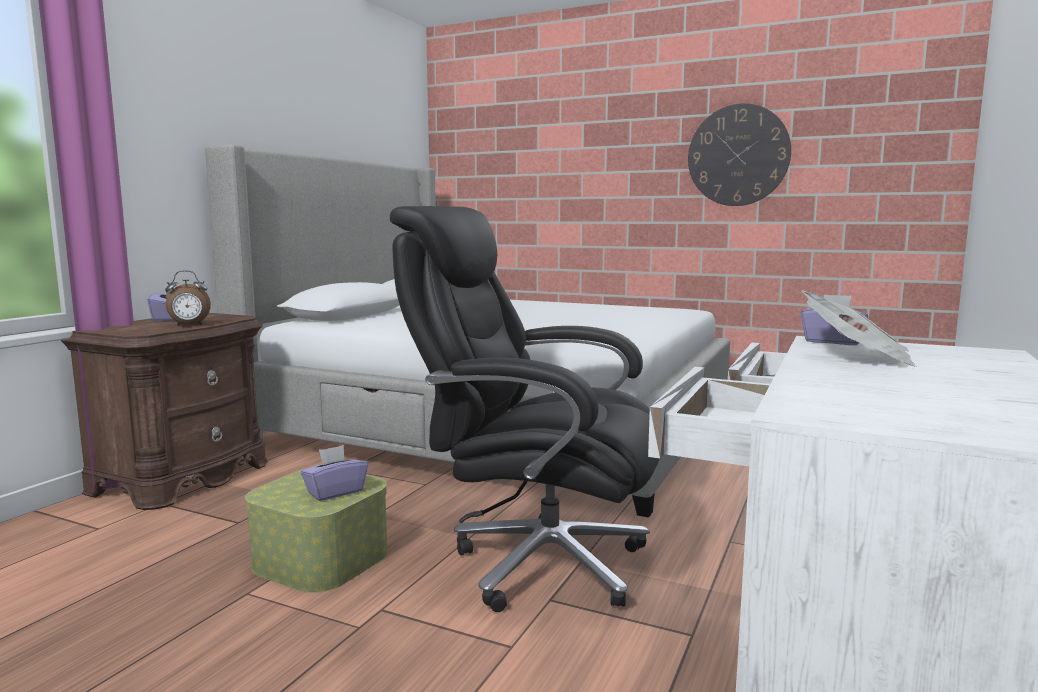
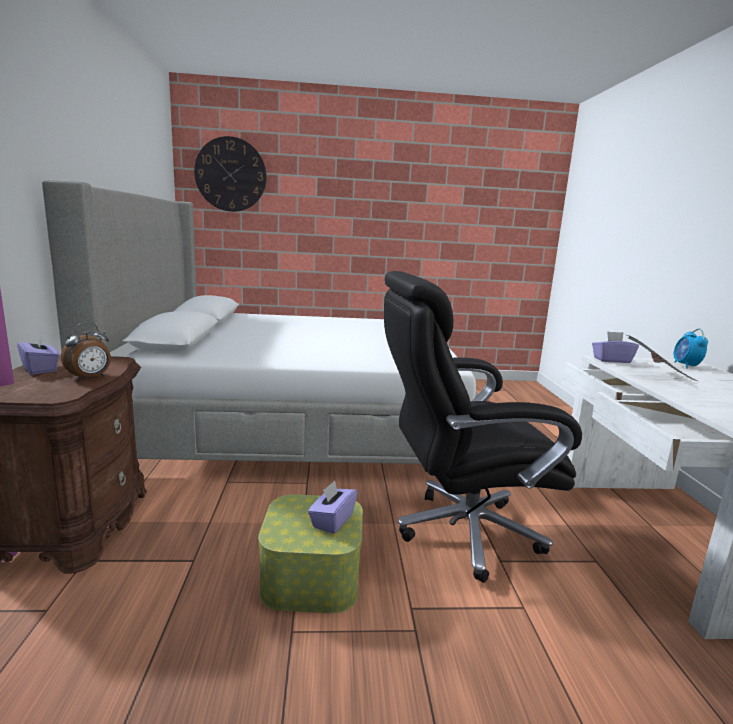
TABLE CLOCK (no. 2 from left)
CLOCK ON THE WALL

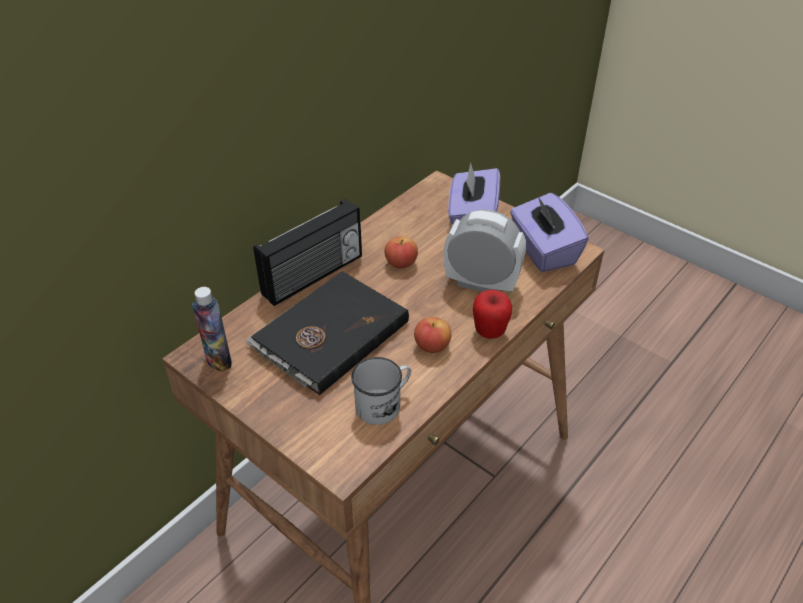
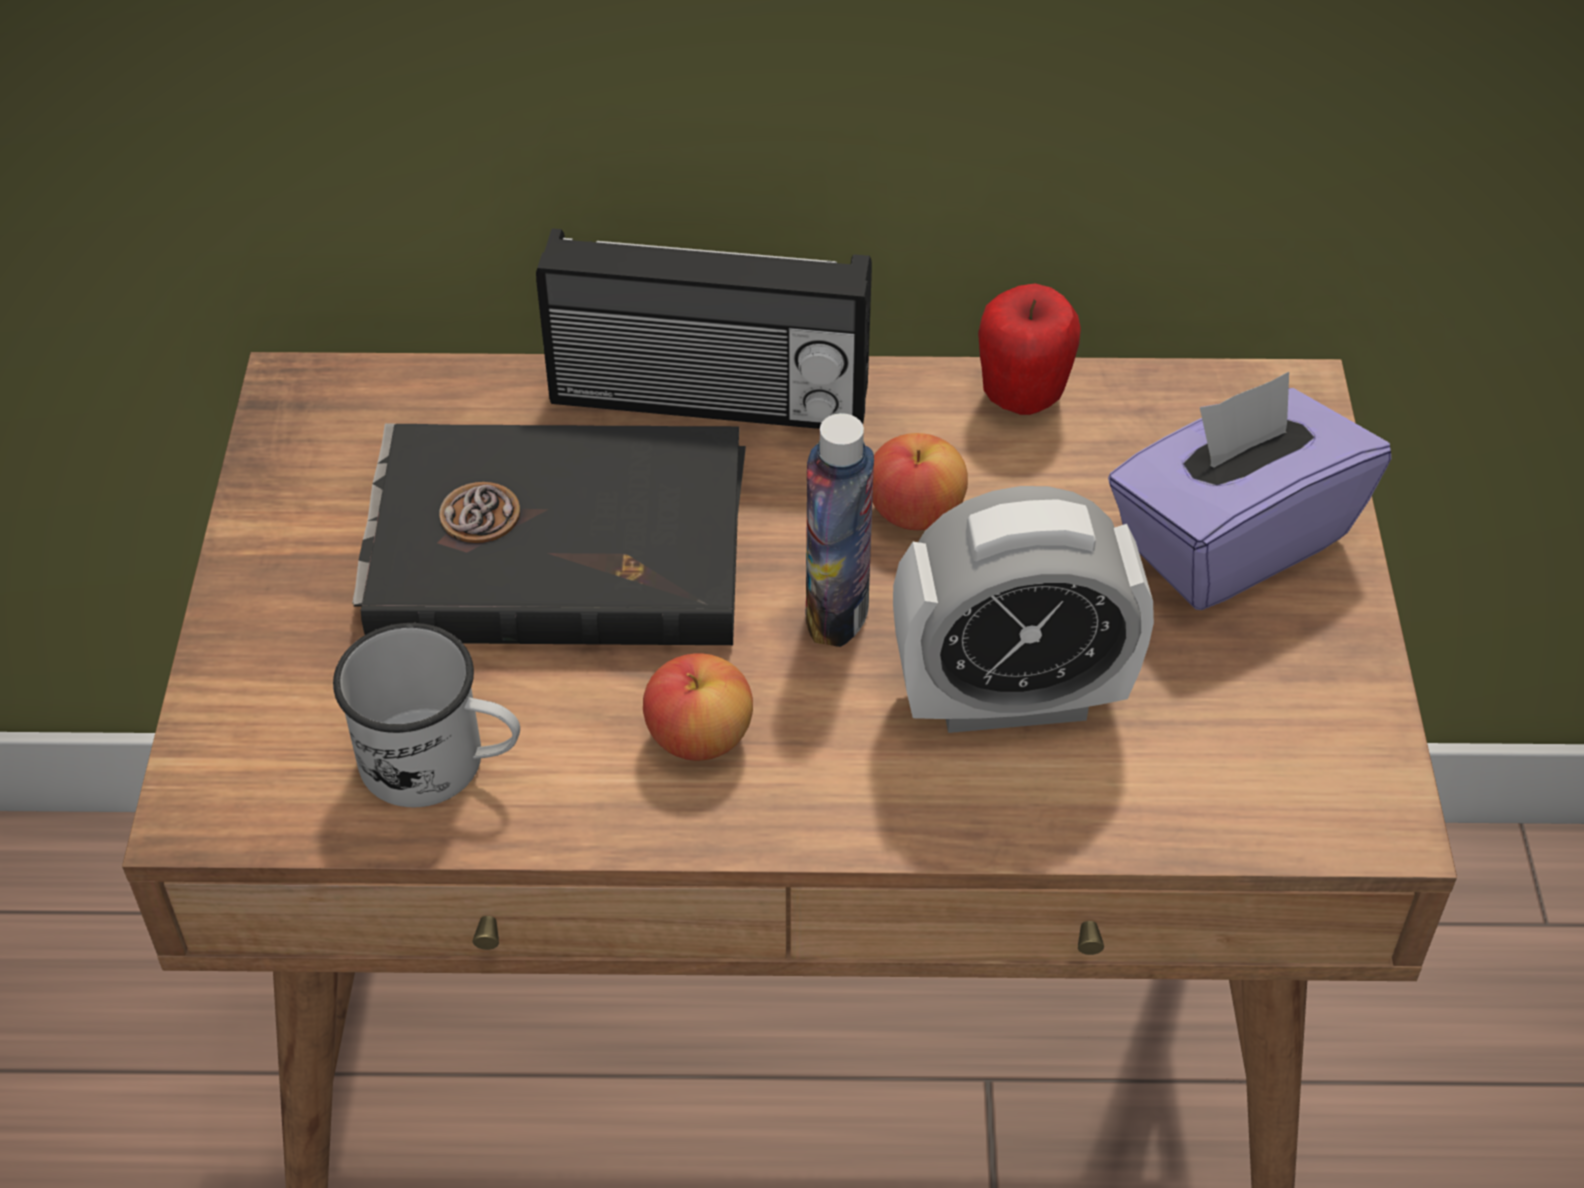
PURPLE TISSUE HOLDER (no. 2 from left in the first image)
BEVERAGE BOTTLE
APPLE FRUIT (no. 3 from left)
TABLE CLOCK

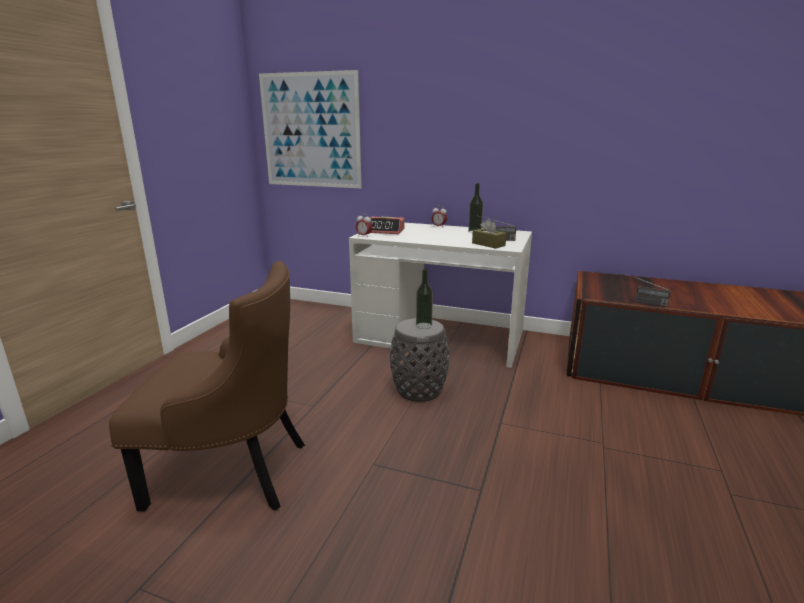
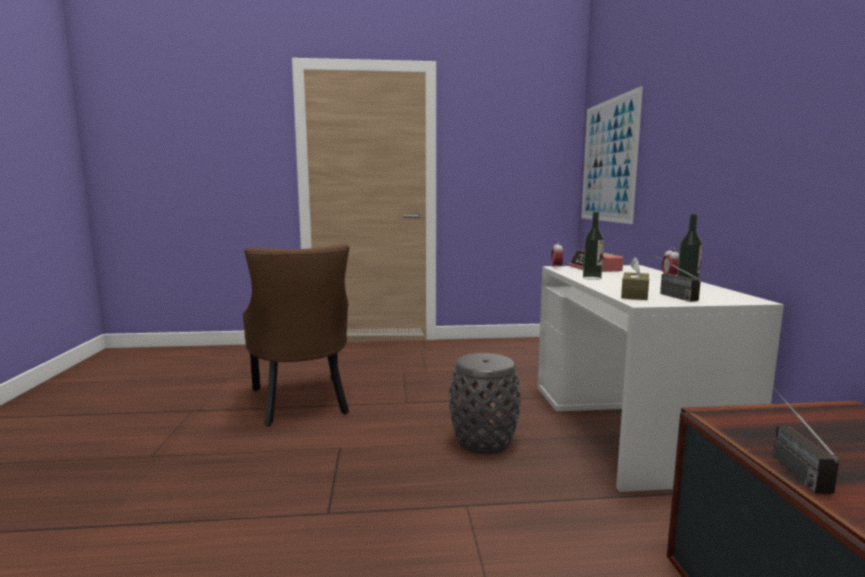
BEVERAGE BOTTLE (no. 1 from left)

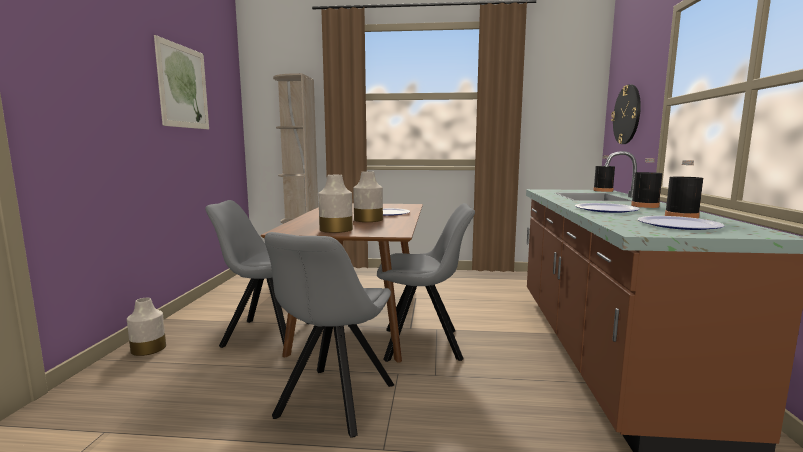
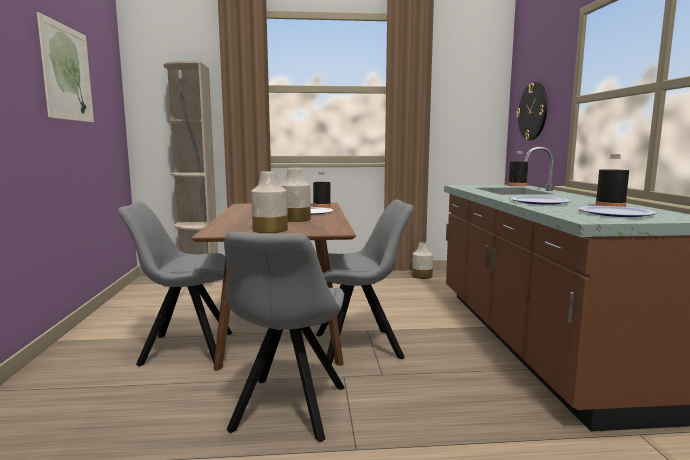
BEIGE-COLOURED VASE (no. 3 from left)
BLACK-COLOURED BEVERAGE BOTTLE (no. 1 from left)

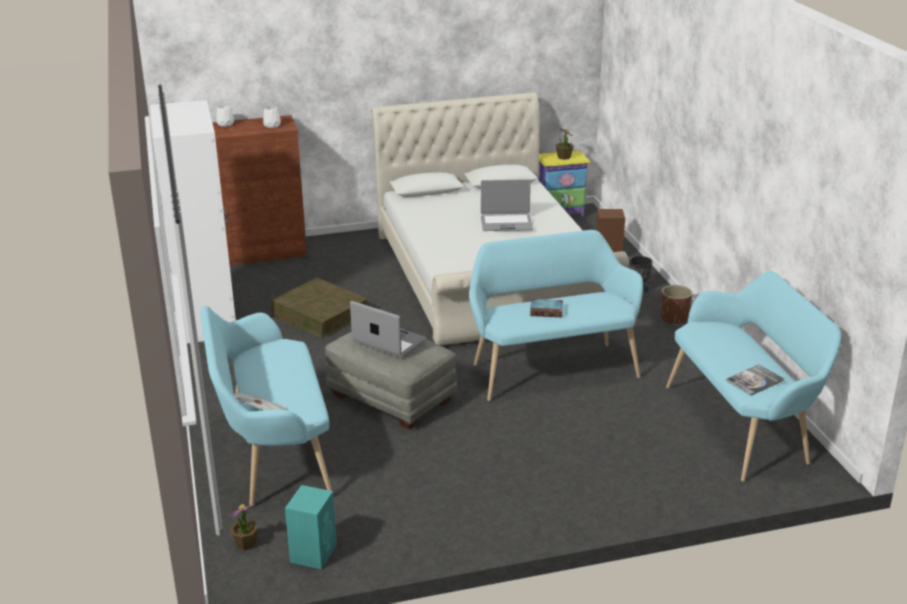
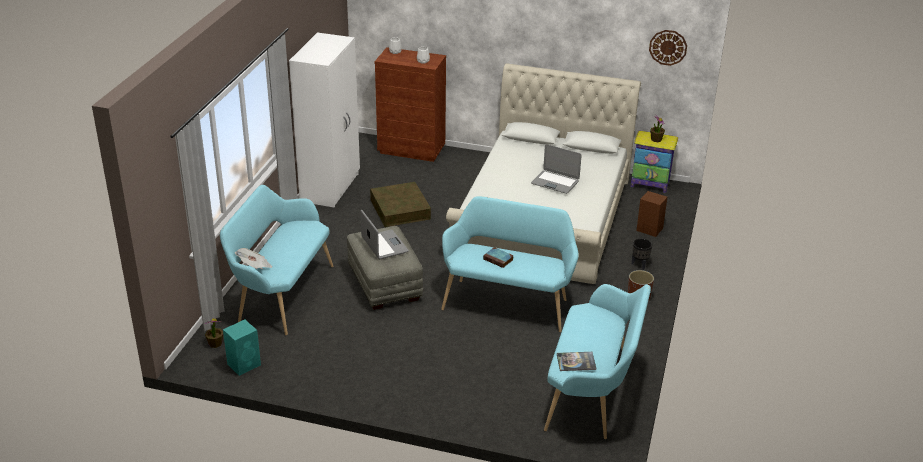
CLOCK ON THE WALL

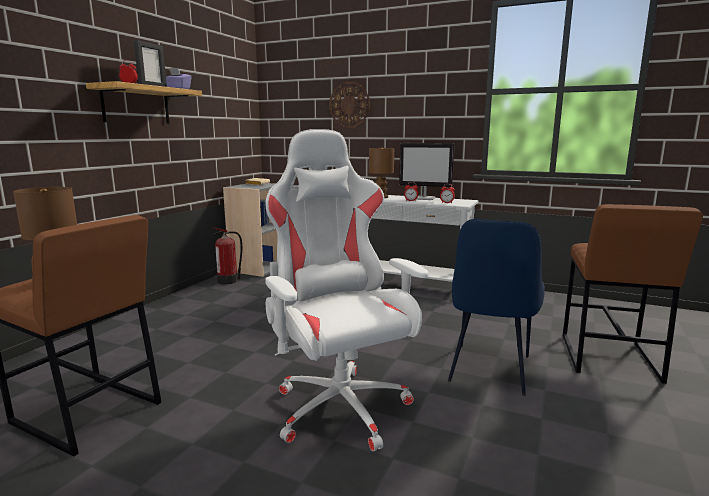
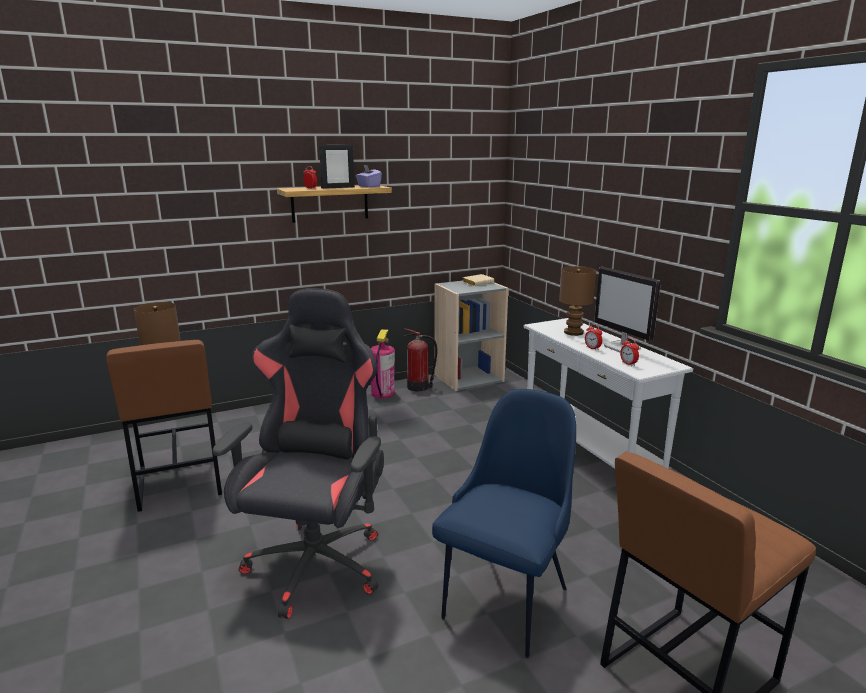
CLOCK ON THE WALL
FIRE-FIGHTING CYLINDER (no. 1 from left)
BLACK-COLOURED DESK CHAIR
BLUISH CHAIR

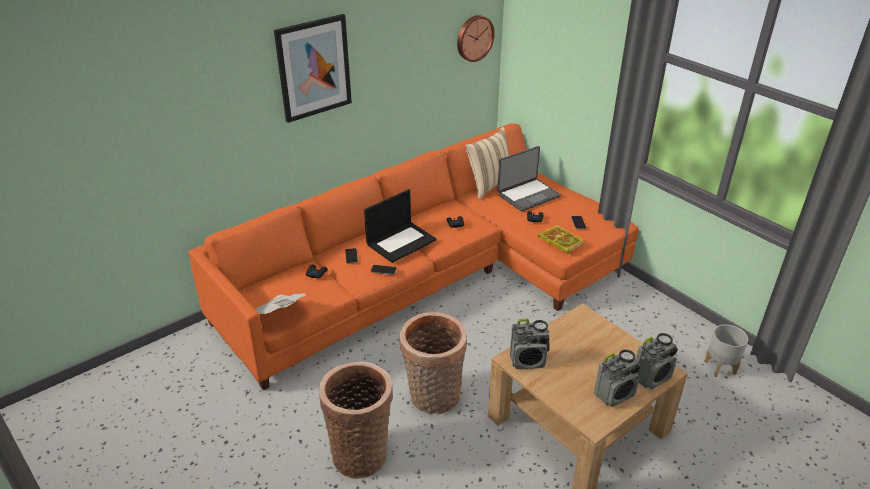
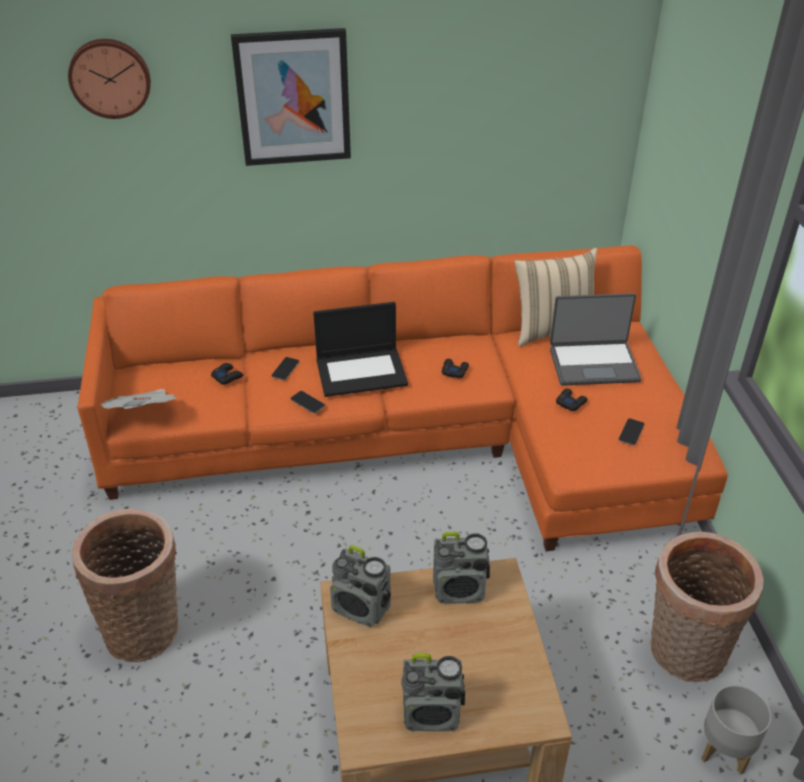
BOUND BOOK
HOUSEHOLD BASKET (no. 2 from left)
CLOCK ON THE WALL
RADIO RECEIVER (no. 3 from left)

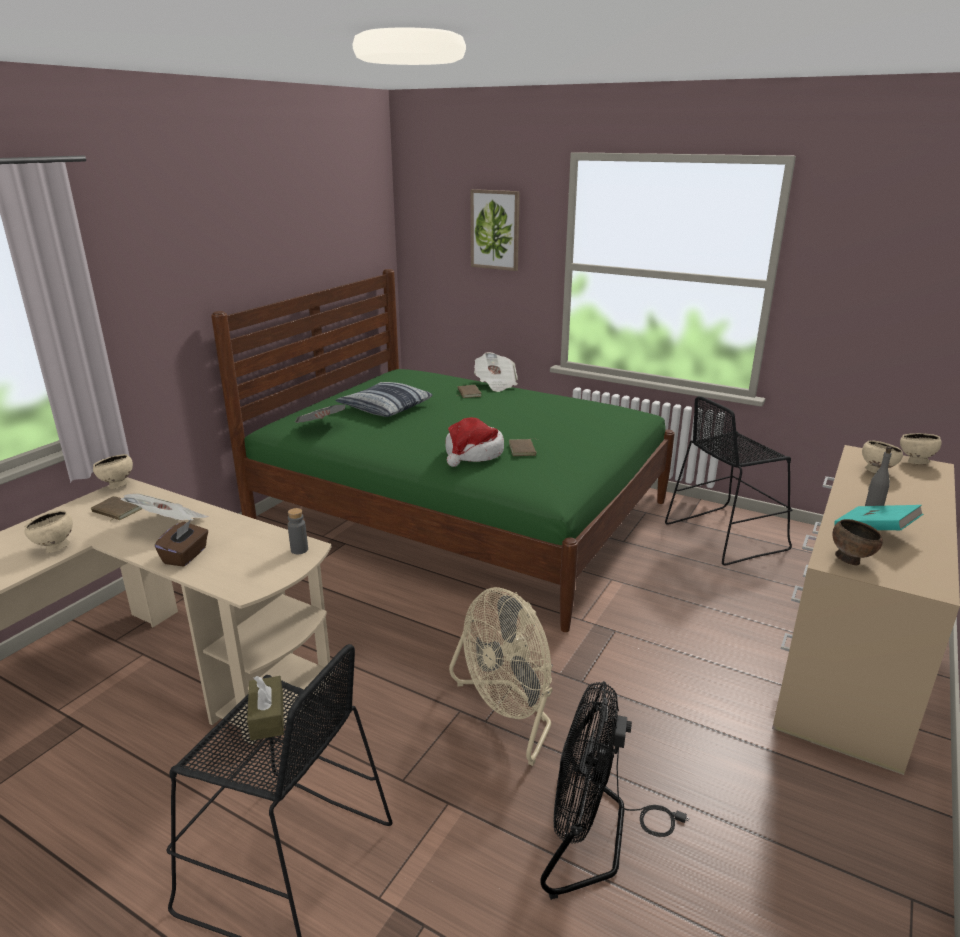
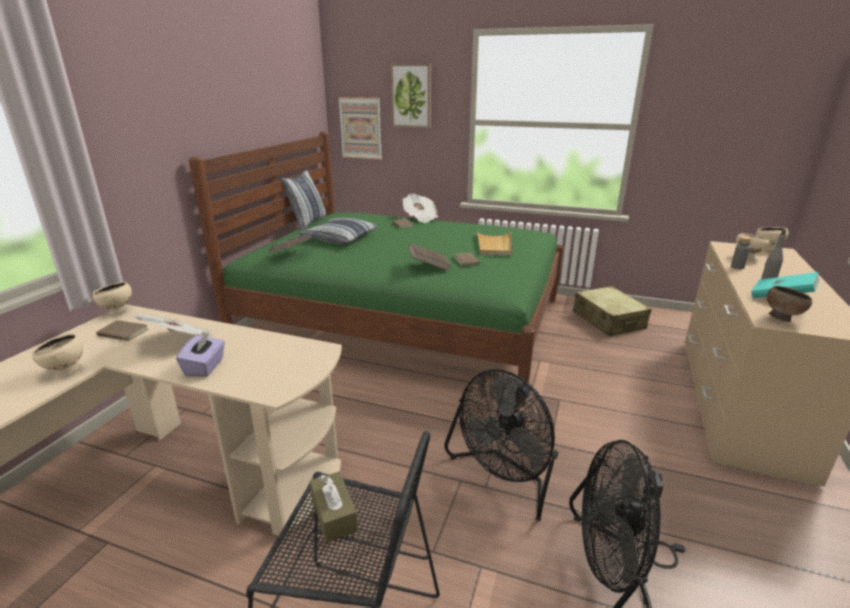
THROW PILLOW (no. 1 from left)
WALL ART (no. 1 from left)
BEIGE-COLOURED CARRYING TRAY
GRAY BEVERAGE BOTTLE (no. 1 from left)
BROWNISH BOUND BOOK (no. 3 from left)
BEIGE-COLOURED PIECE OF LUGGAGE
PURPLE TISSUE HOLDER
BLACK-COLOURED ELECTRIC FAN (no. 1 from left)

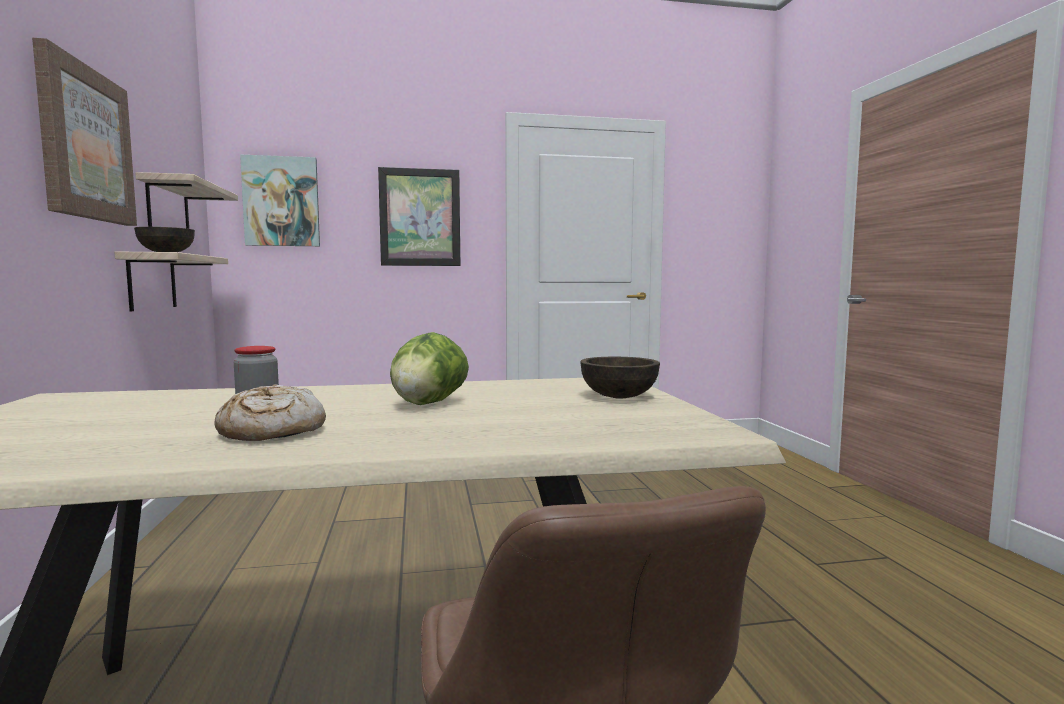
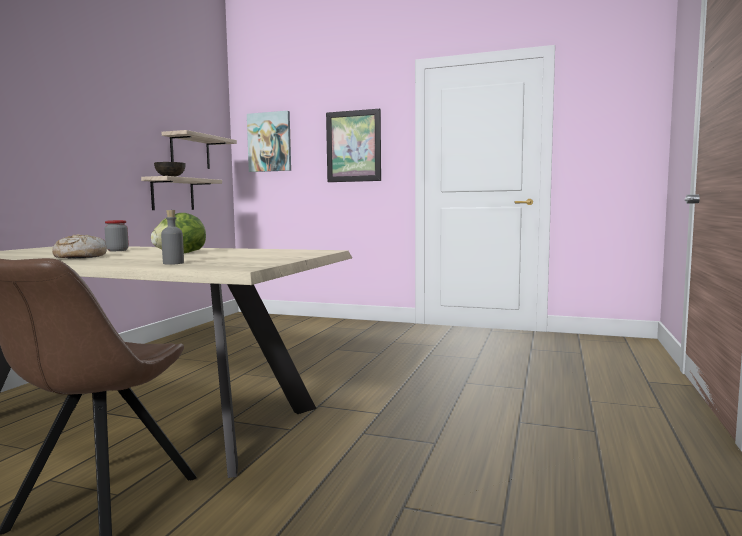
WALL ART (no. 1 from left in the first image)
BROWNISH SERVING BOWL (no. 2 from left in the first image)
GRAY BEVERAGE BOTTLE

